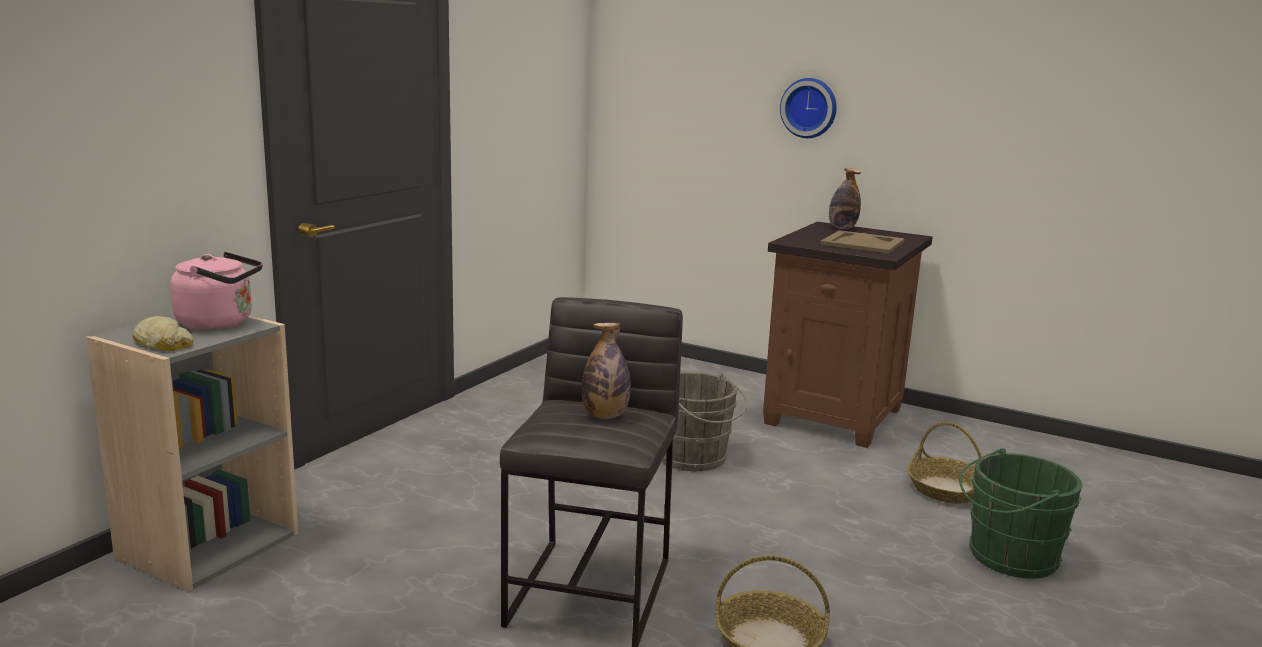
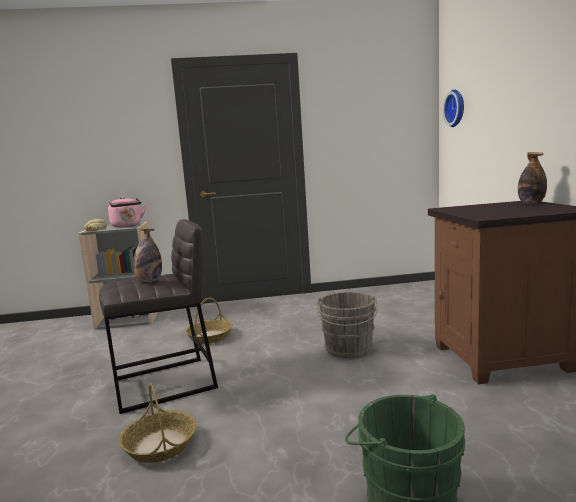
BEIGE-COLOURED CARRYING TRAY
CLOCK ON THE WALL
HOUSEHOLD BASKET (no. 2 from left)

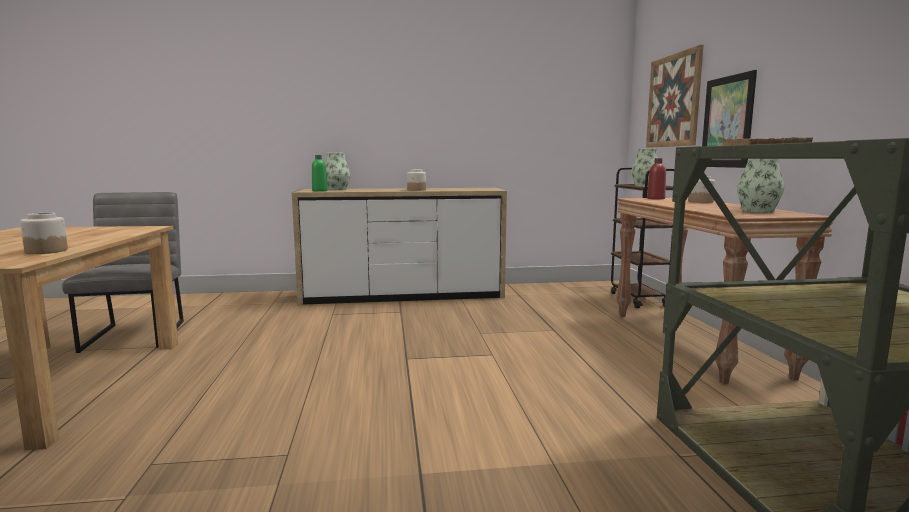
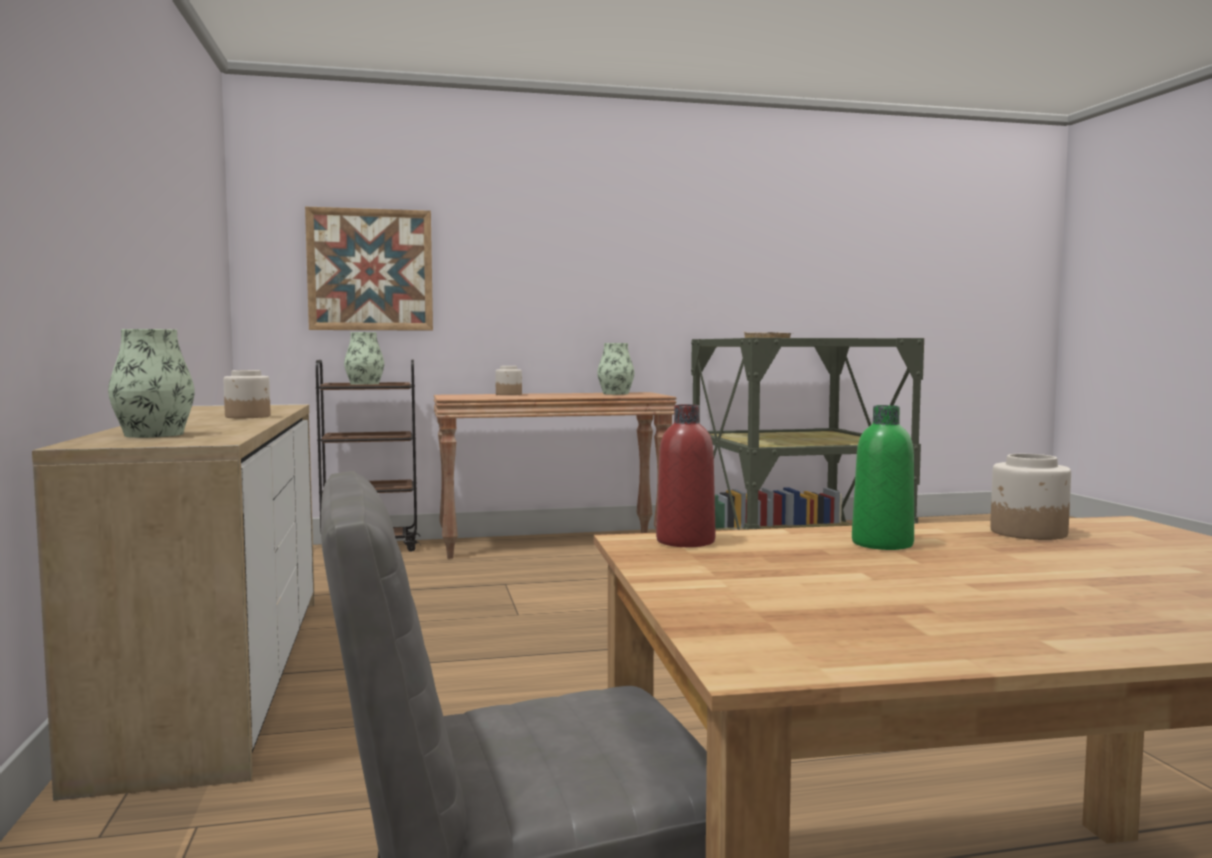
WALL ART (no. 2 from left in the first image)
GREEN-COLOURED BEVERAGE BOTTLE
RED BEVERAGE BOTTLE

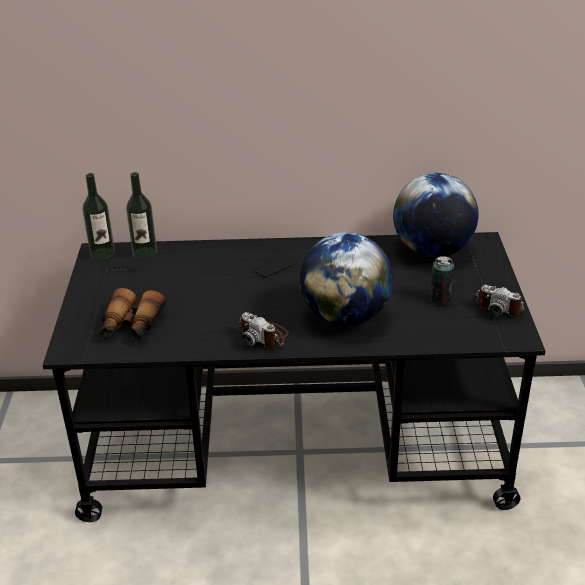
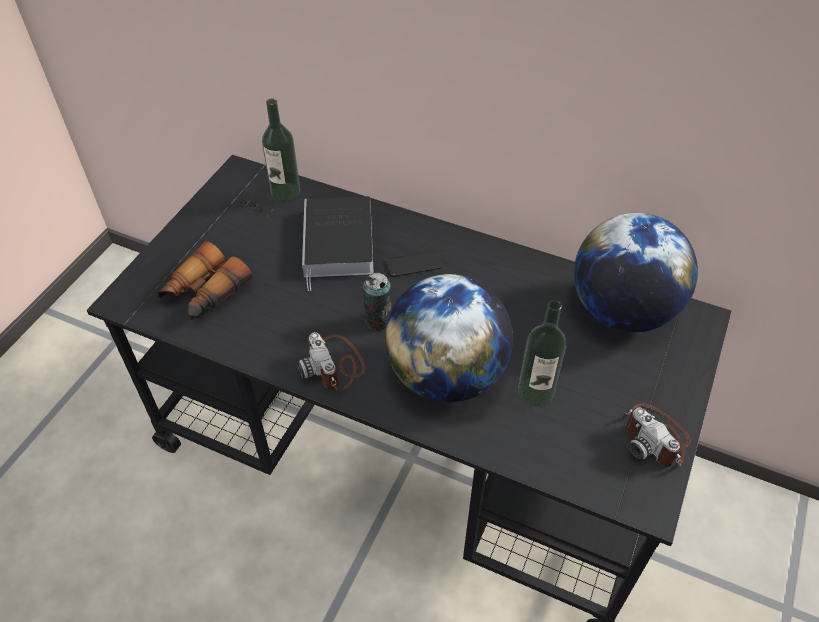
BOUND BOOK
BEVERAGE BOTTLE (no. 2 from left)
CAN

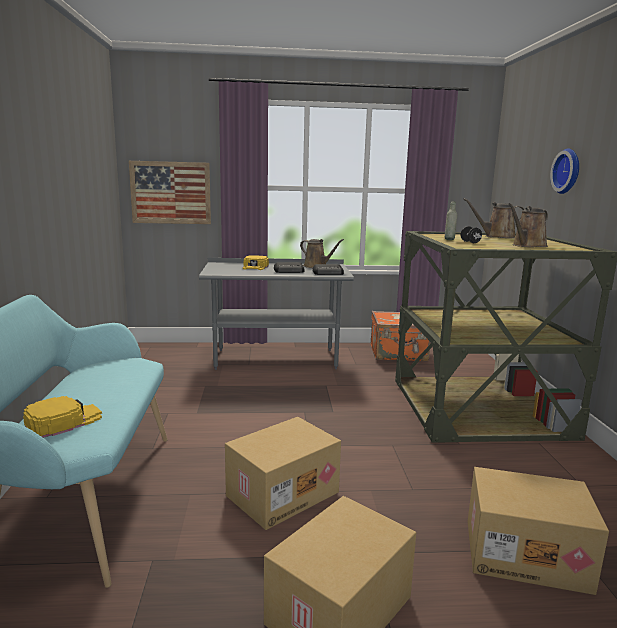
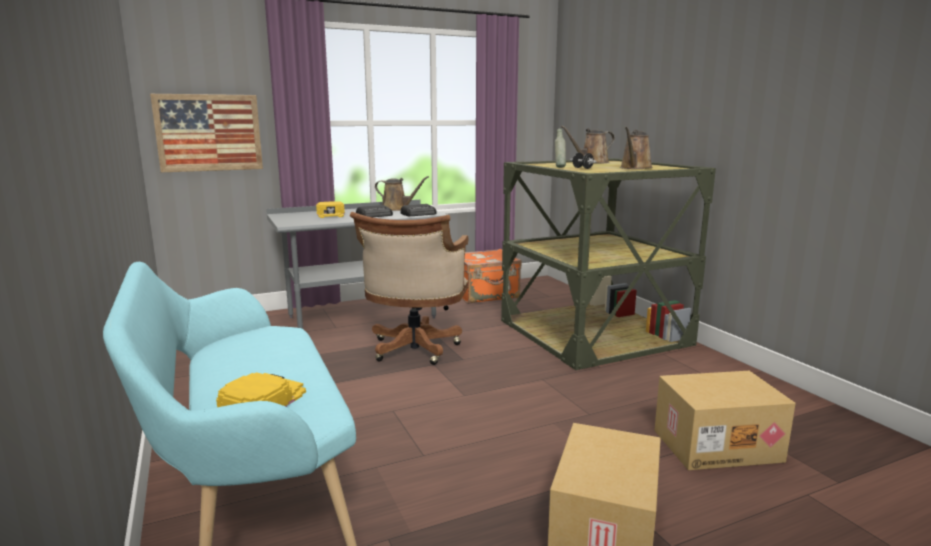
CARTON (no. 1 from left in the first image)
CLOCK ON THE WALL
DESK CHAIR

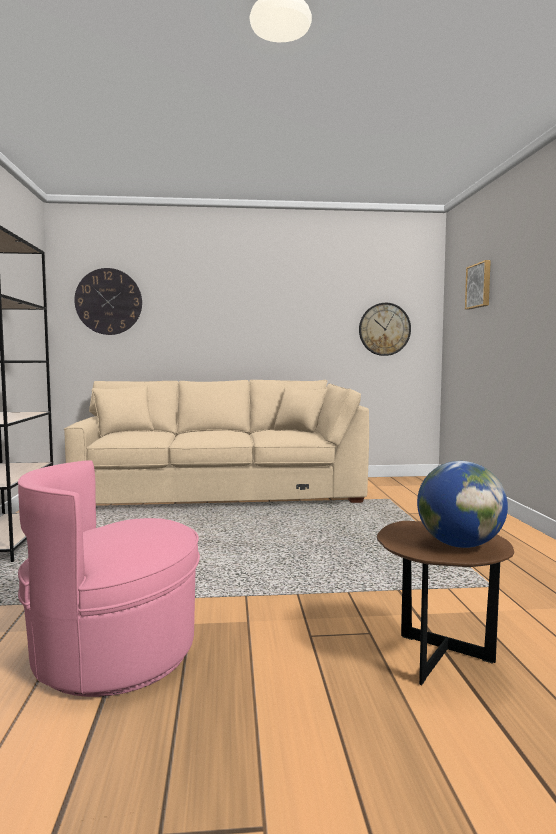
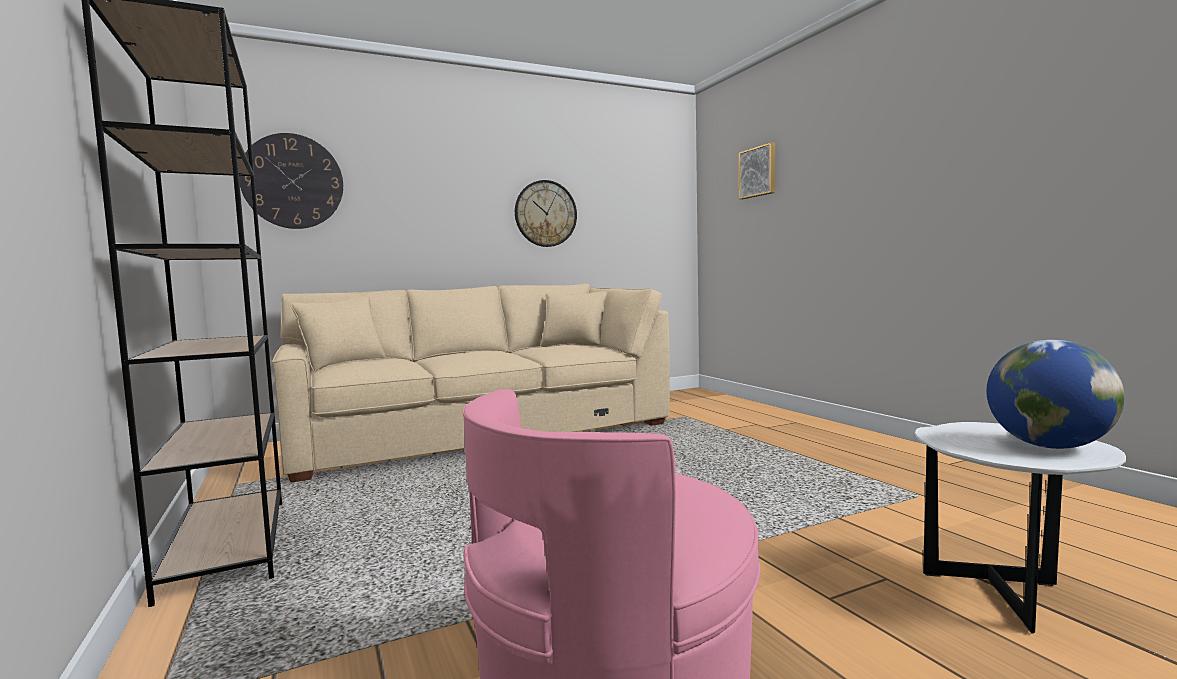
CLOCK ON THE WALL (no. 2 from left)
WHITISH ACCENT TABLE

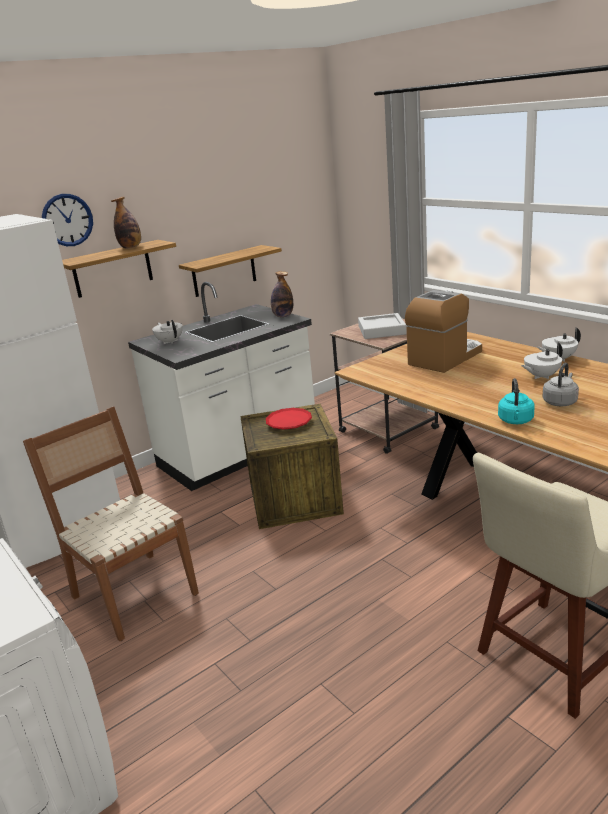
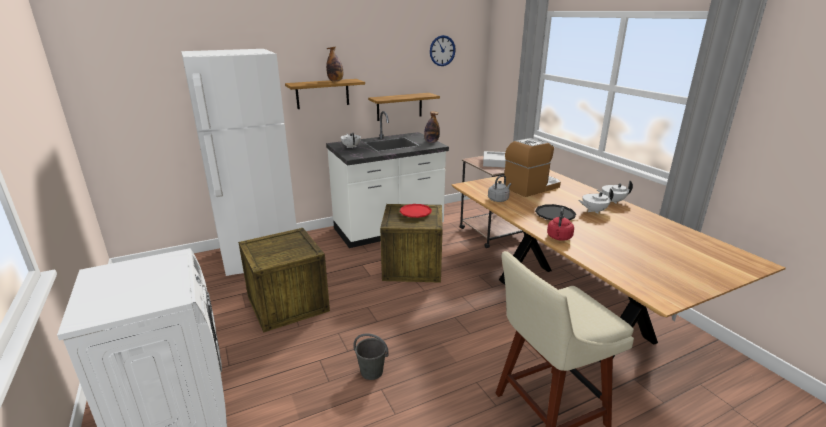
GRAY PAIL
BLACK-COLOURED PLATE
CLOCK ON THE WALL
GRAY KETTLE
SHIPPING CRATE (no. 1 from left)
RED KETTLE

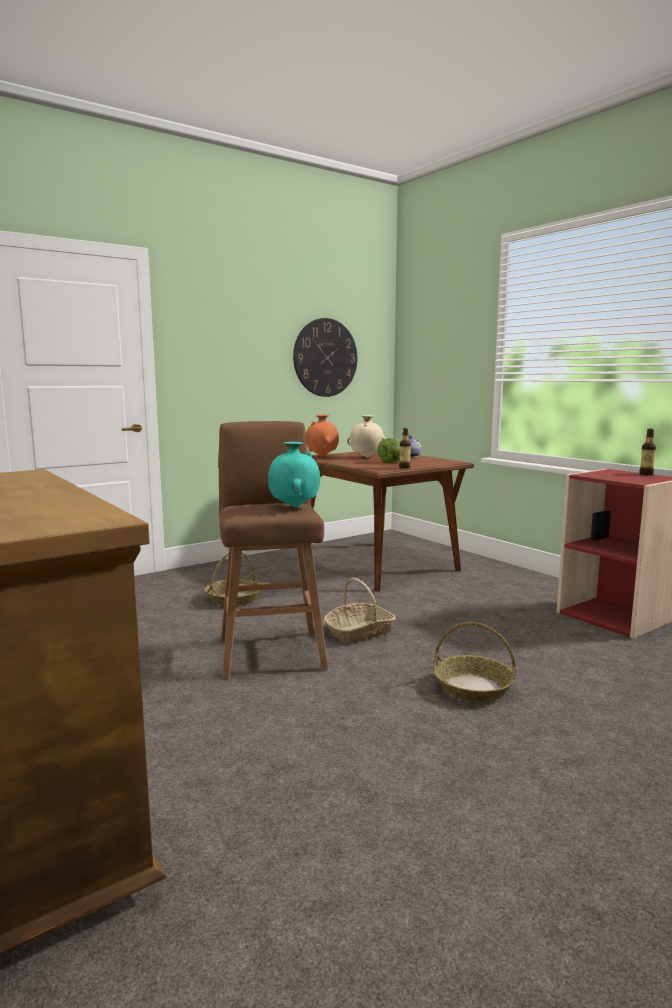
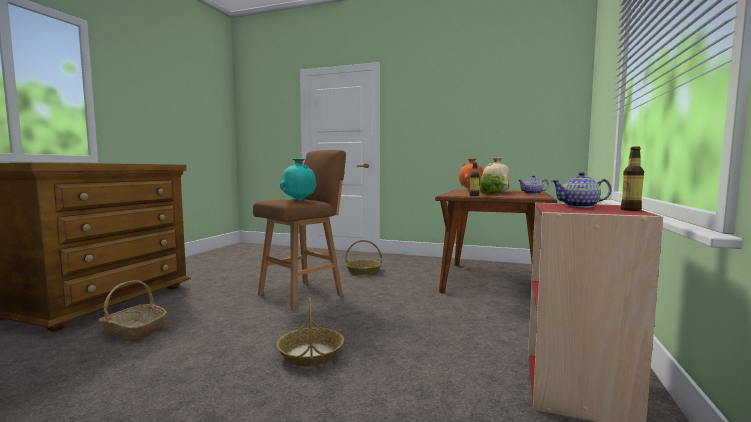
CLOCK ON THE WALL
POT FOR TEA (no. 2 from left)
HOUSEHOLD BASKET (no. 1 from left)

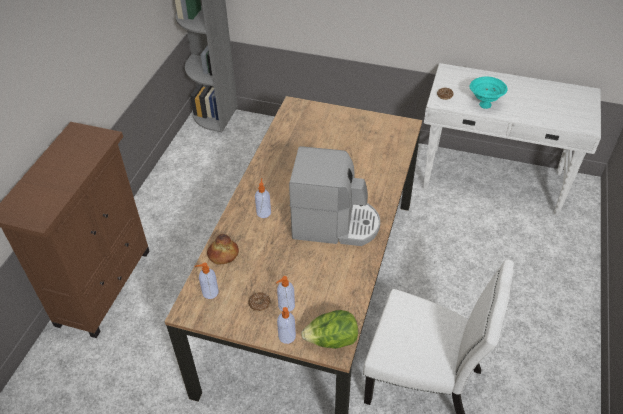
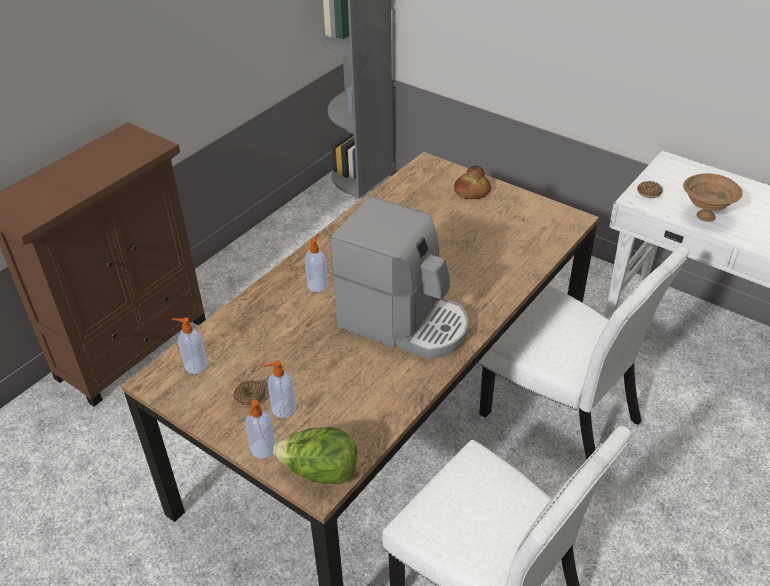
WHITISH CHAIR (no. 2 from left)
BAKERY BREAD
BROWNISH SERVING BOWL

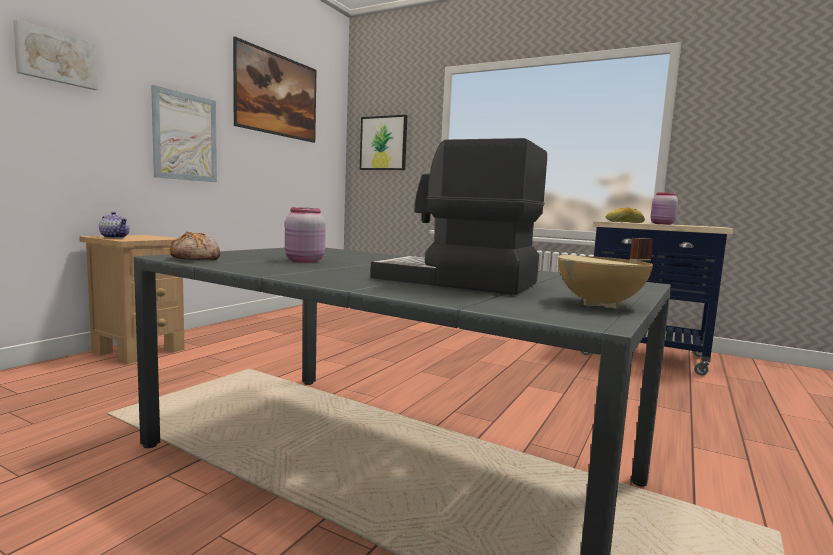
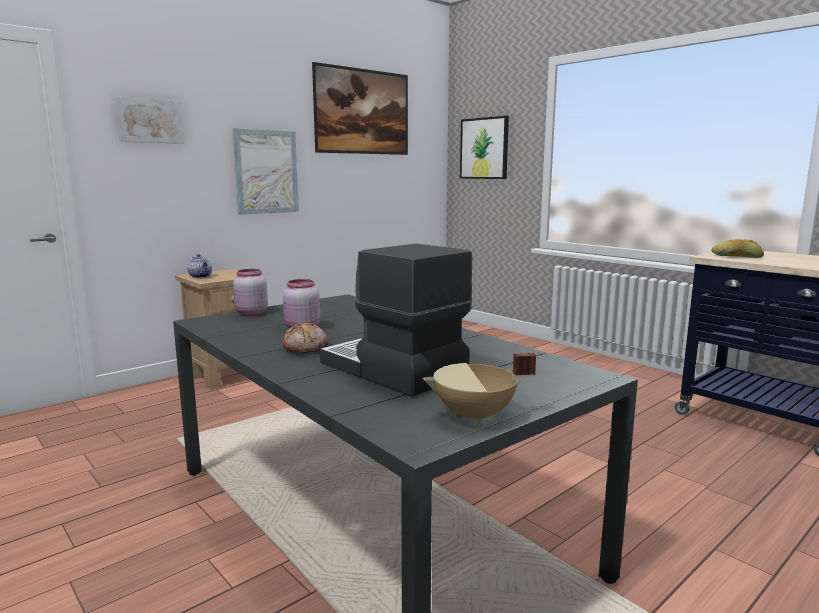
BAKERY BREAD (no. 1 from left)
PINK JAR (no. 1 from left)

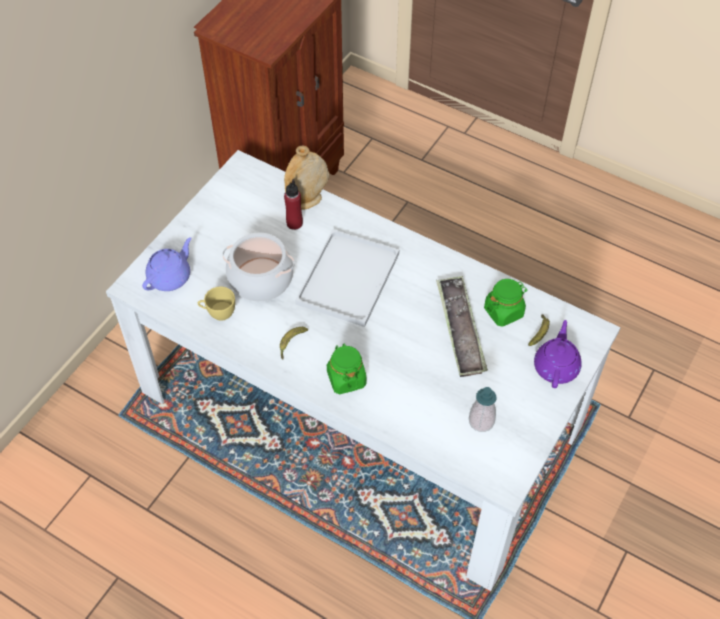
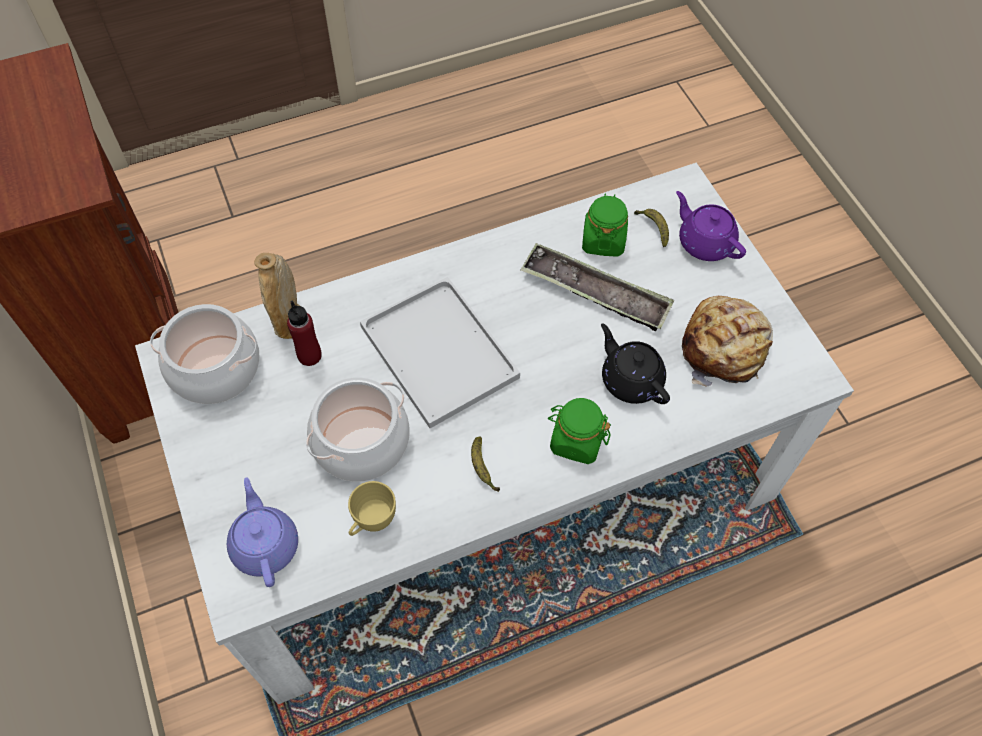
SAUCEPOT (no. 1 from left)
BLACK-COLOURED POT FOR TEA
BAKERY BREAD

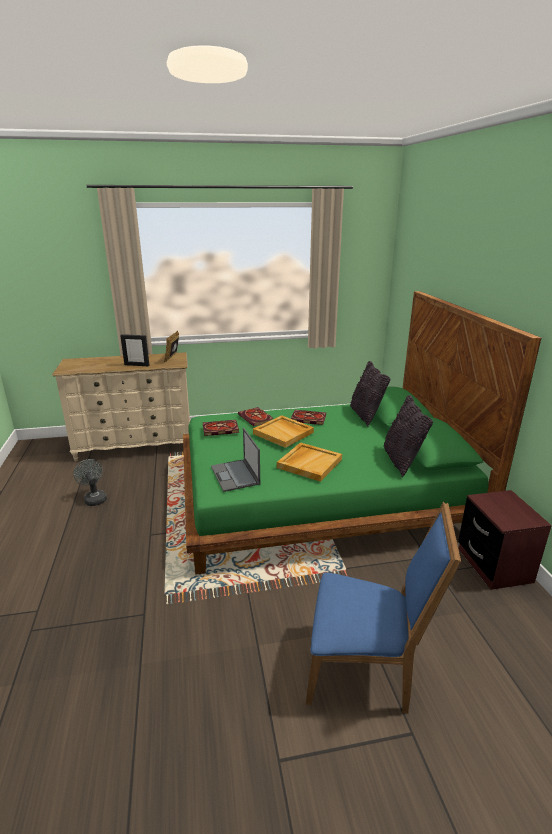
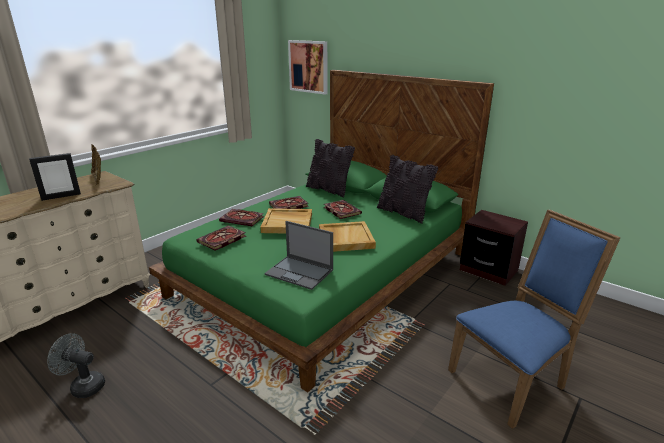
WALL ART
BOUND BOOK (no. 4 from left)

